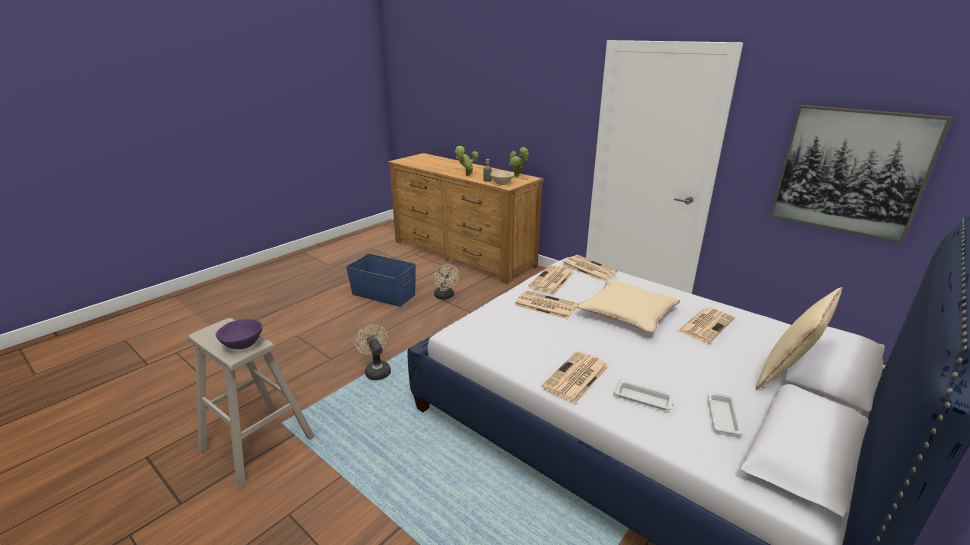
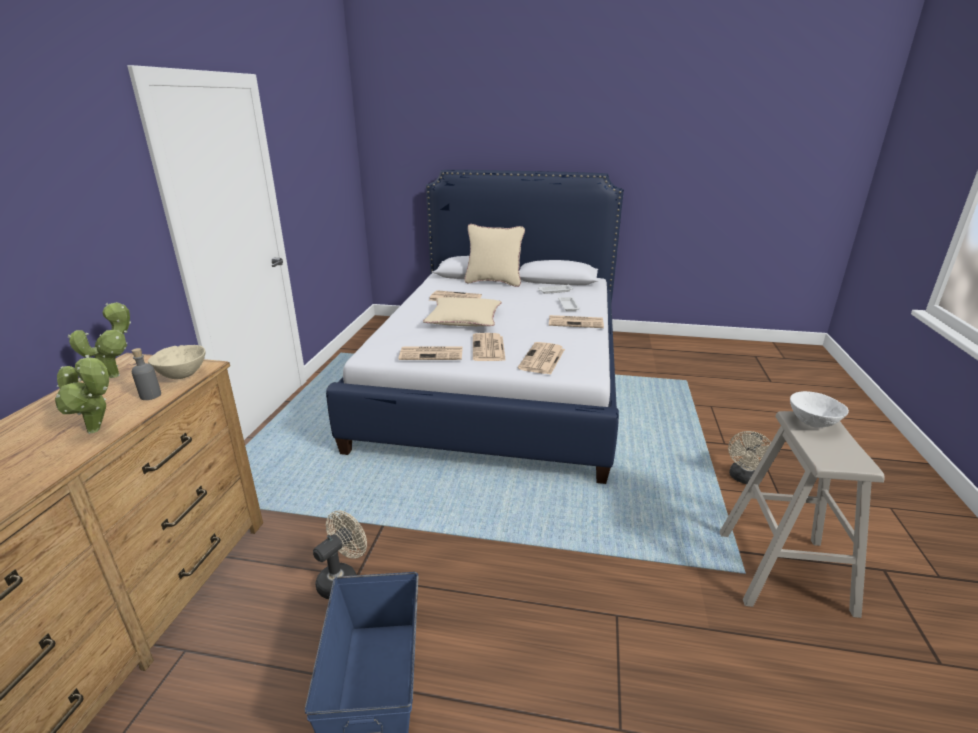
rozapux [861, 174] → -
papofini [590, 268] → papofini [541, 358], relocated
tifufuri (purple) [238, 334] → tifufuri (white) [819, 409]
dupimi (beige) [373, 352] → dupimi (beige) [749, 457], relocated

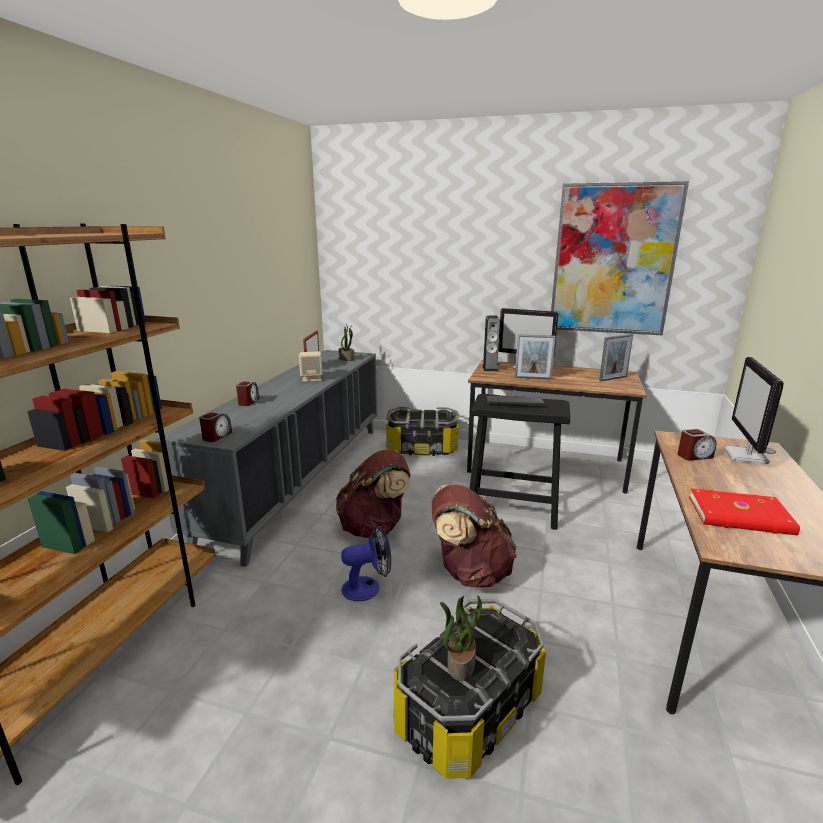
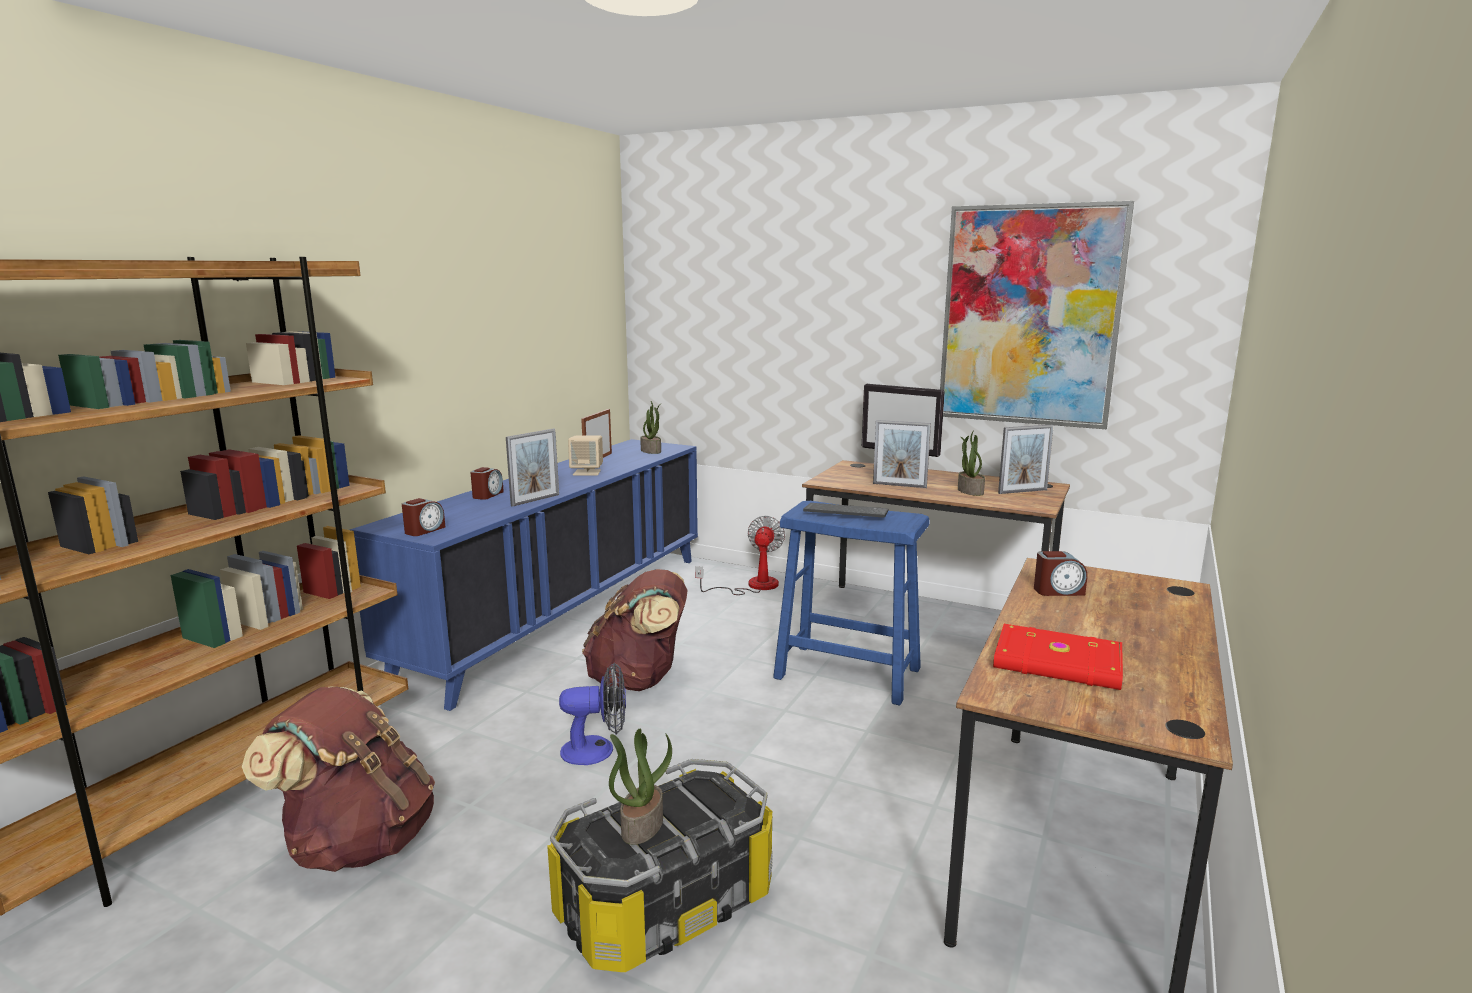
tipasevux [491, 343] → -
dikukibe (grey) [266, 458] → dikukibe (blue) [524, 575]
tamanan [753, 410] → -
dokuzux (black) [519, 462] → dokuzux (blue) [851, 603]
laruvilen [422, 431] → dupimi [740, 555]
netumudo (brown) [474, 535] → netumudo (brown) [338, 779], relocated
- → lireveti [532, 467]
- → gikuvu [971, 463]

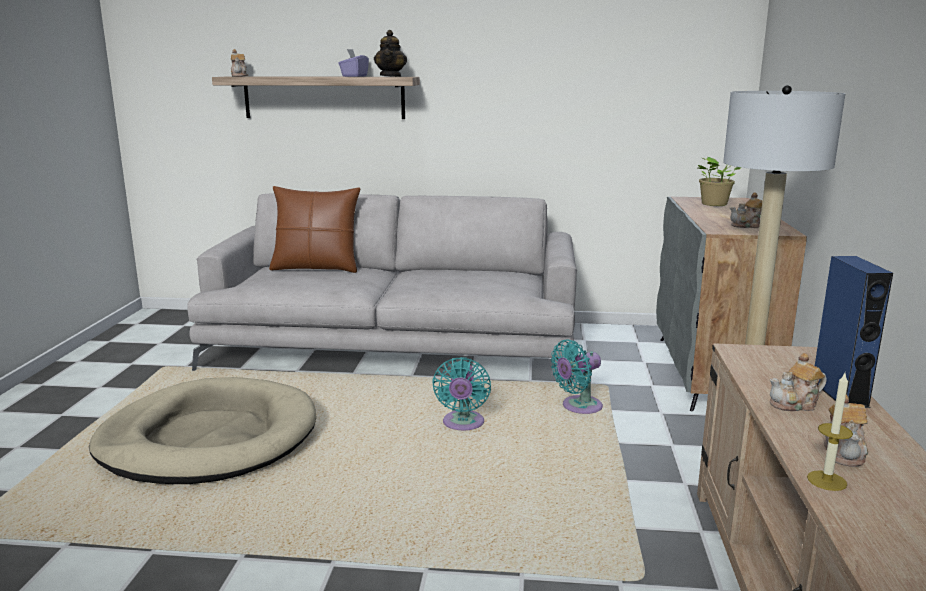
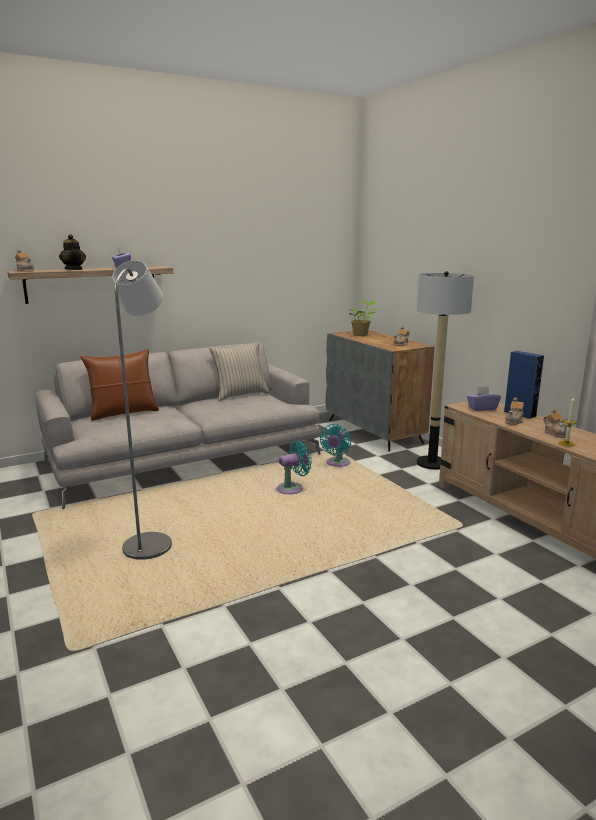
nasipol [390, 53] → nasipol [72, 252], relocated
dupimi (turquoise) [461, 393] → dupimi (turquoise) [294, 467], 90 degrees counterclockwise
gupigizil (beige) [202, 430] → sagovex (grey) [142, 410]
- → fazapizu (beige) [239, 371]
- → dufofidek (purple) [484, 398]

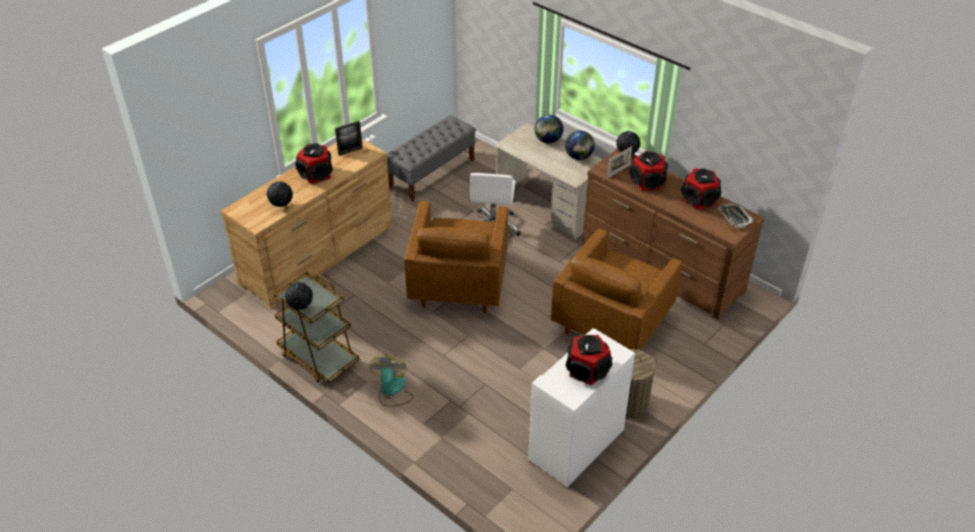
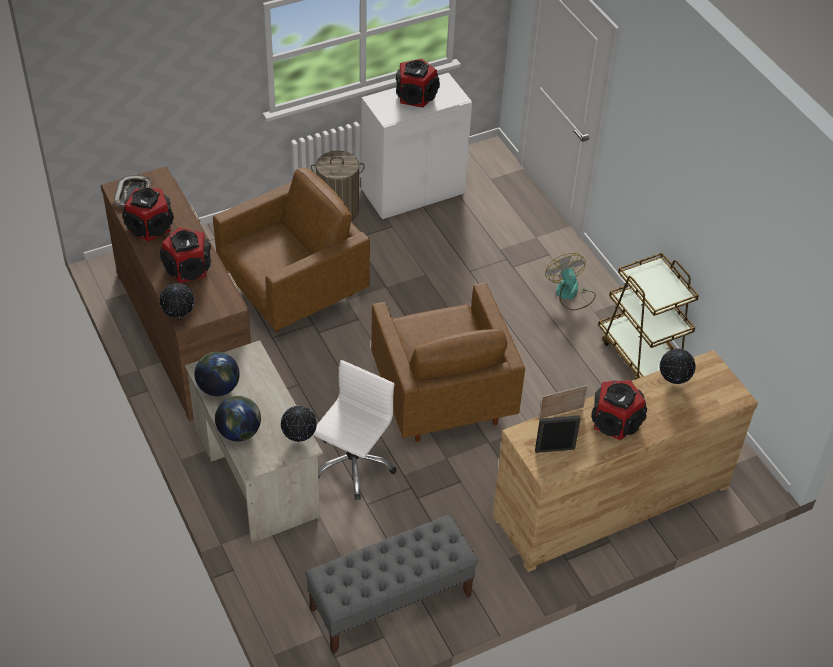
lireveti [619, 162] → lireveti [563, 402], relocated
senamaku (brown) [456, 257] → senamaku (brown) [448, 362], 135 degrees clockwise
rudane [299, 296] → rudane [299, 424], relocated
dupimi [391, 381] → dupimi [570, 281], 135 degrees clockwise

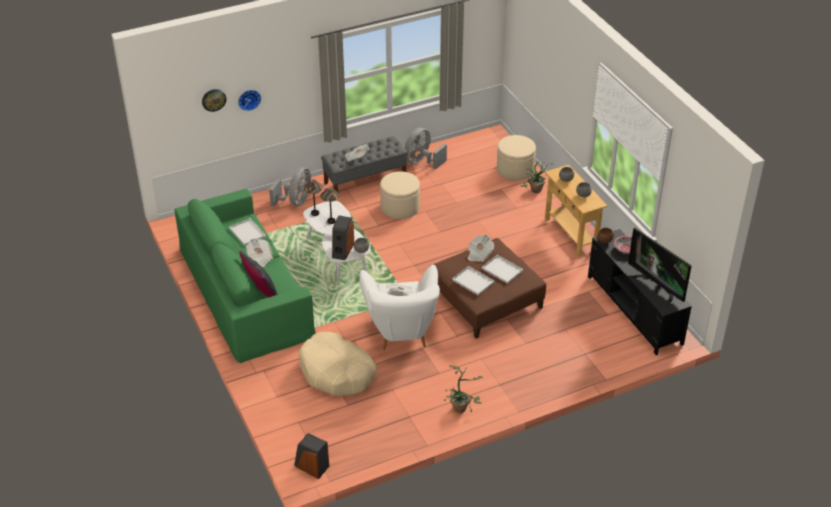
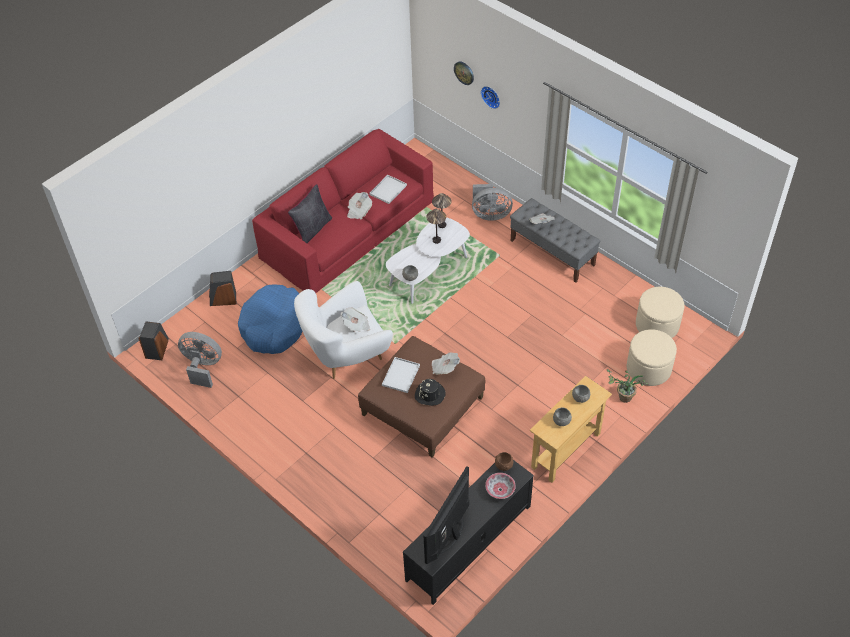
dupimi (grey) [425, 148] → dupimi (grey) [200, 360], relocated
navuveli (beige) [400, 195] → navuveli (beige) [660, 312], relocated
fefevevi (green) [245, 276] → fefevevi (red) [343, 211]
tipasevux [343, 238] → tipasevux [222, 288], relocated
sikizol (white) [502, 269] → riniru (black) [430, 392]
gupigizil (beige) [338, 364] → gupigizil (blue) [270, 319]
gikuvu [463, 389] → -

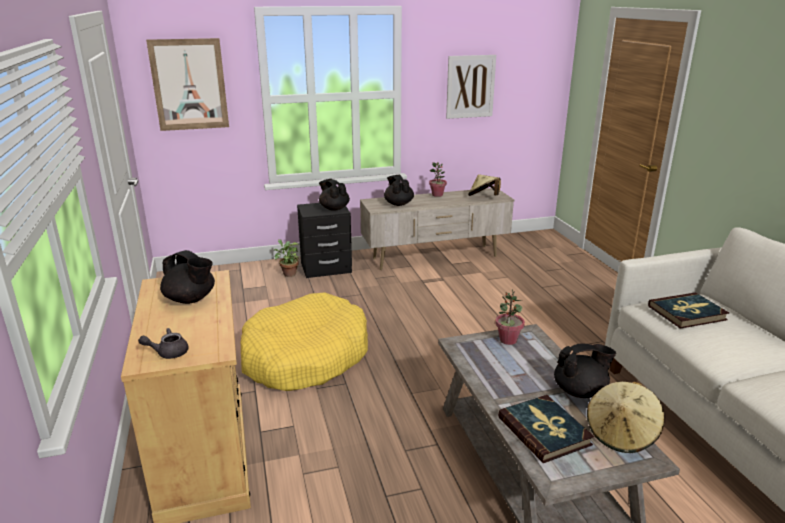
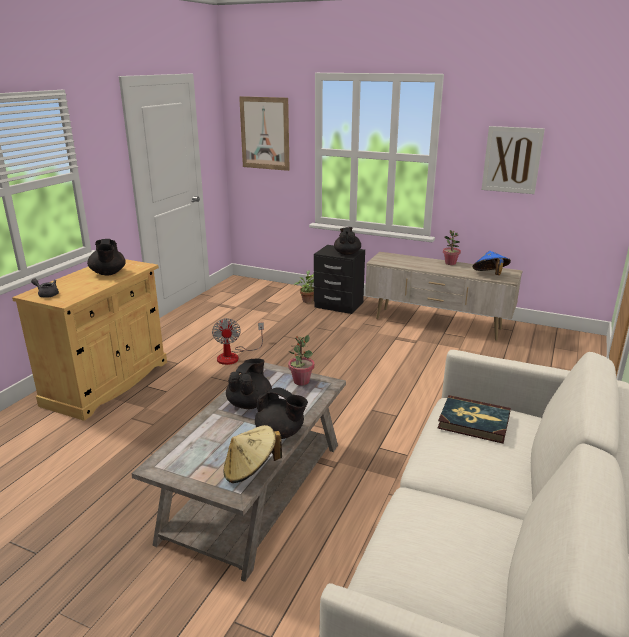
riniru (beige) [484, 185] → riniru (blue) [491, 263]
nasipol (black) [399, 190] → nasipol (black) [249, 384], relocated
gupigizil (yellow) [304, 341] → dupimi [238, 341]
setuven [546, 429] → -

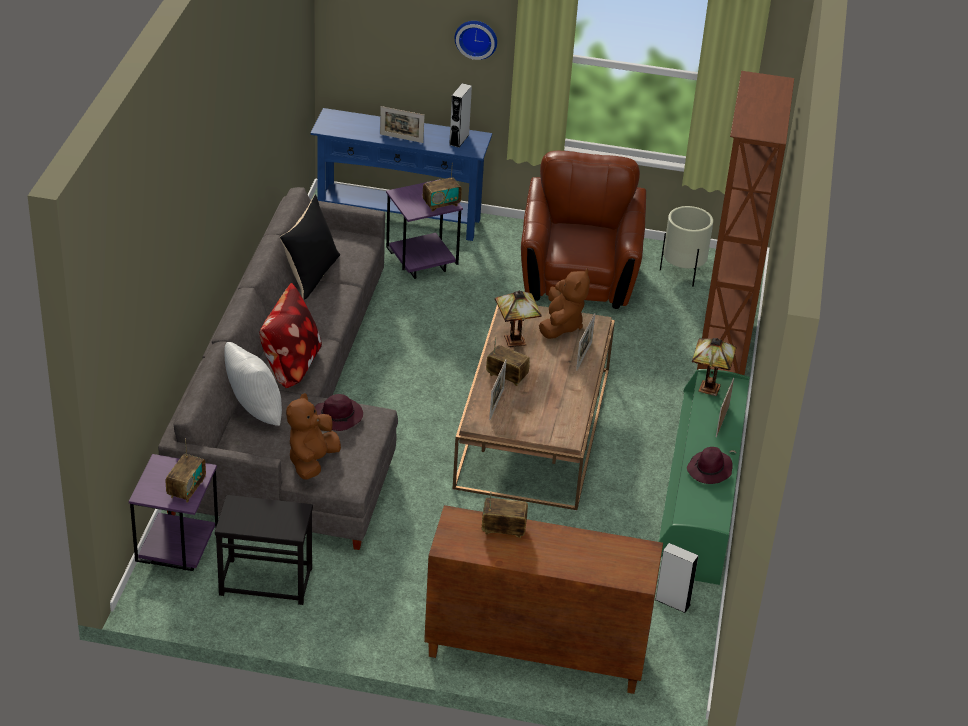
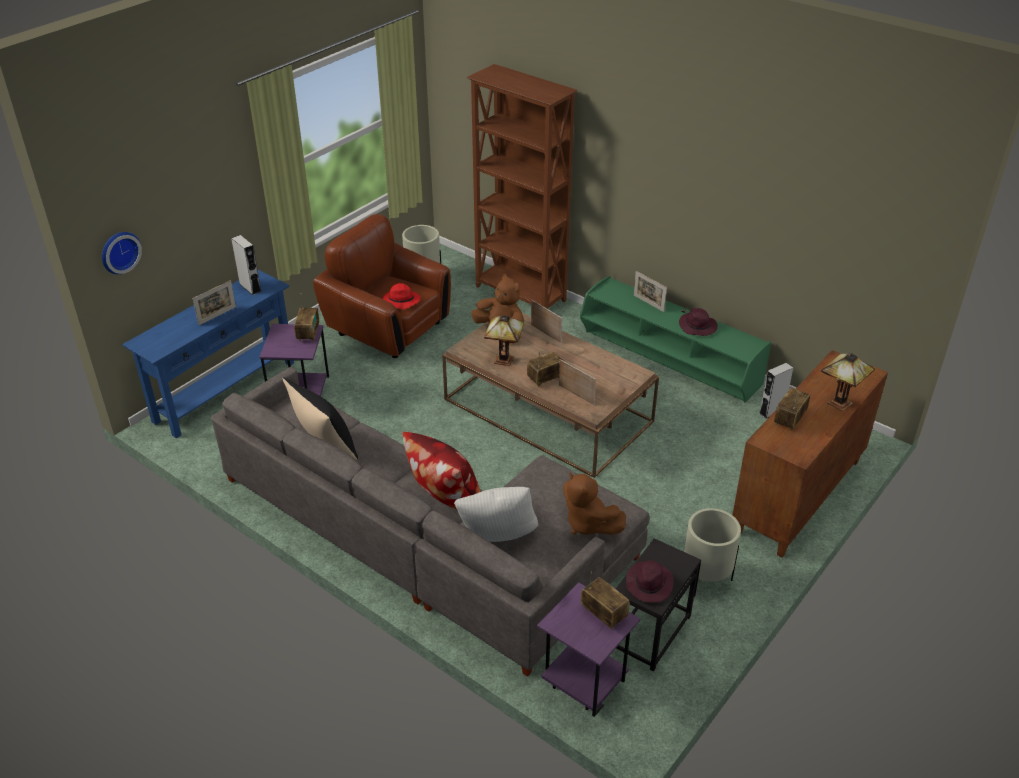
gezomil [476, 40] → gezomil [122, 253], relocated
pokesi [714, 367] → pokesi [848, 382], relocated
riniru (purple) [339, 412] → riniru (purple) [650, 581], relocated
- → riniru (red) [401, 296]
- → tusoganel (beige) [712, 552]

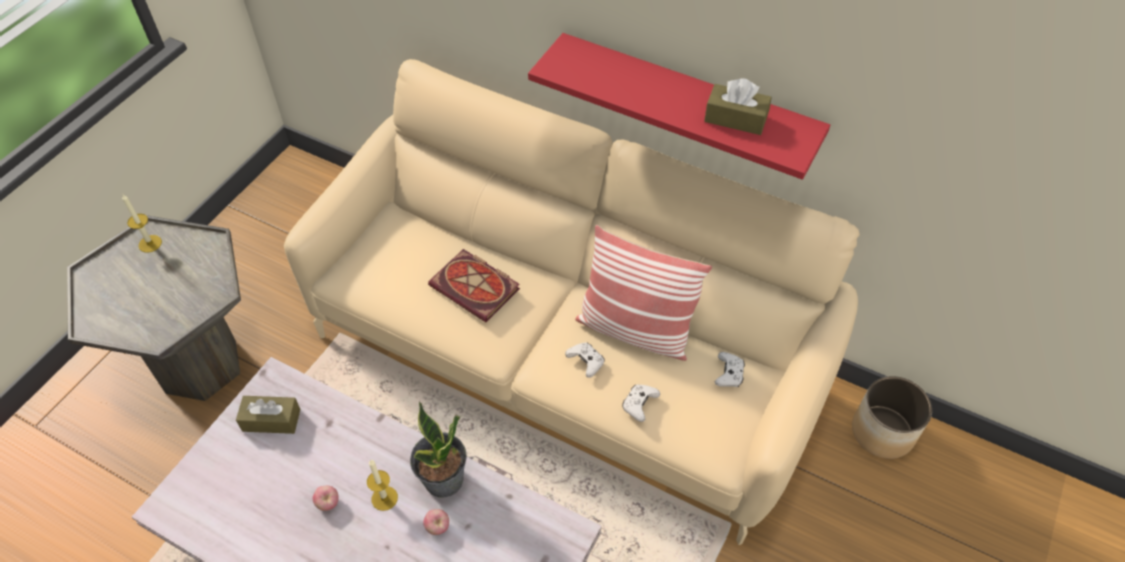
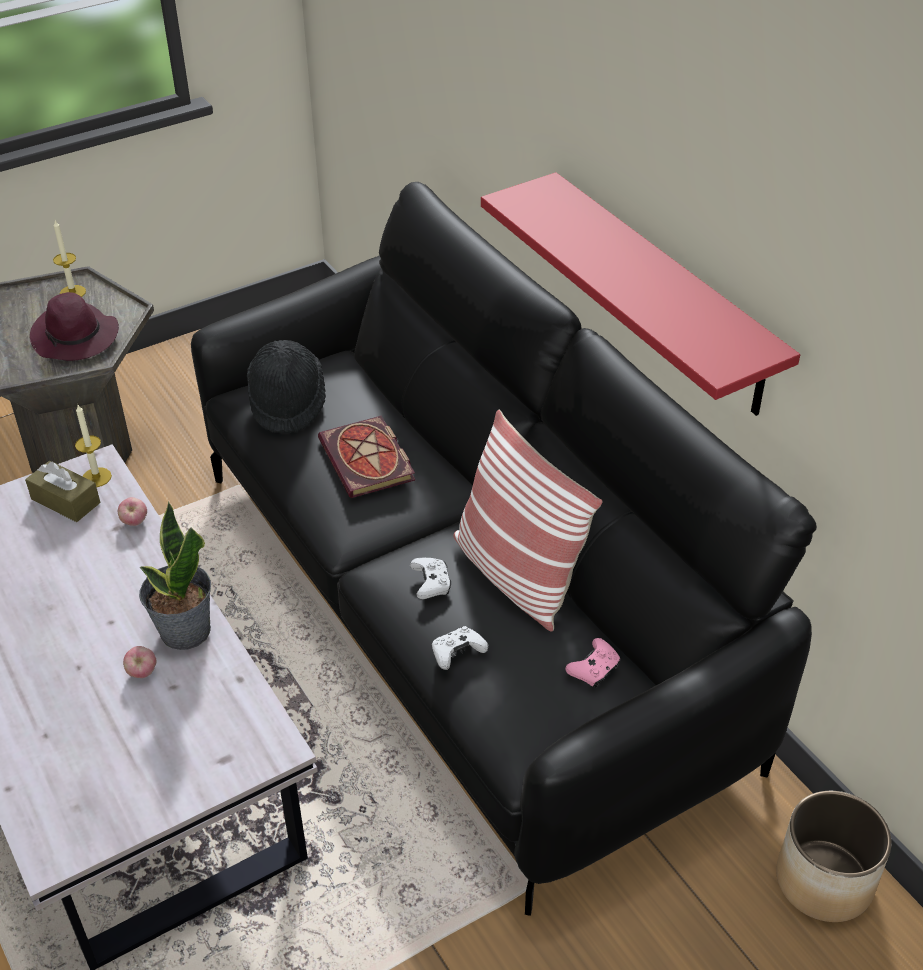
fefevevi (beige) [572, 302] → fefevevi (black) [504, 549]
dufofidek (brown) [738, 106] → -
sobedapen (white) [730, 369] → sobedapen (pink) [593, 663]
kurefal [382, 485] → kurefal [93, 446], relocated
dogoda [326, 498] → dogoda [132, 511], relocated
- → riniru (purple) [74, 326]
- → riniru (black) [286, 387]

